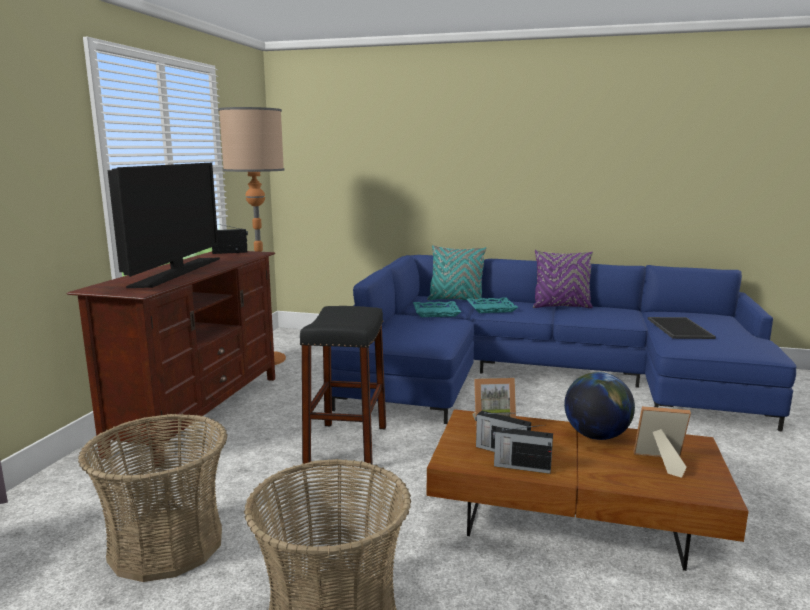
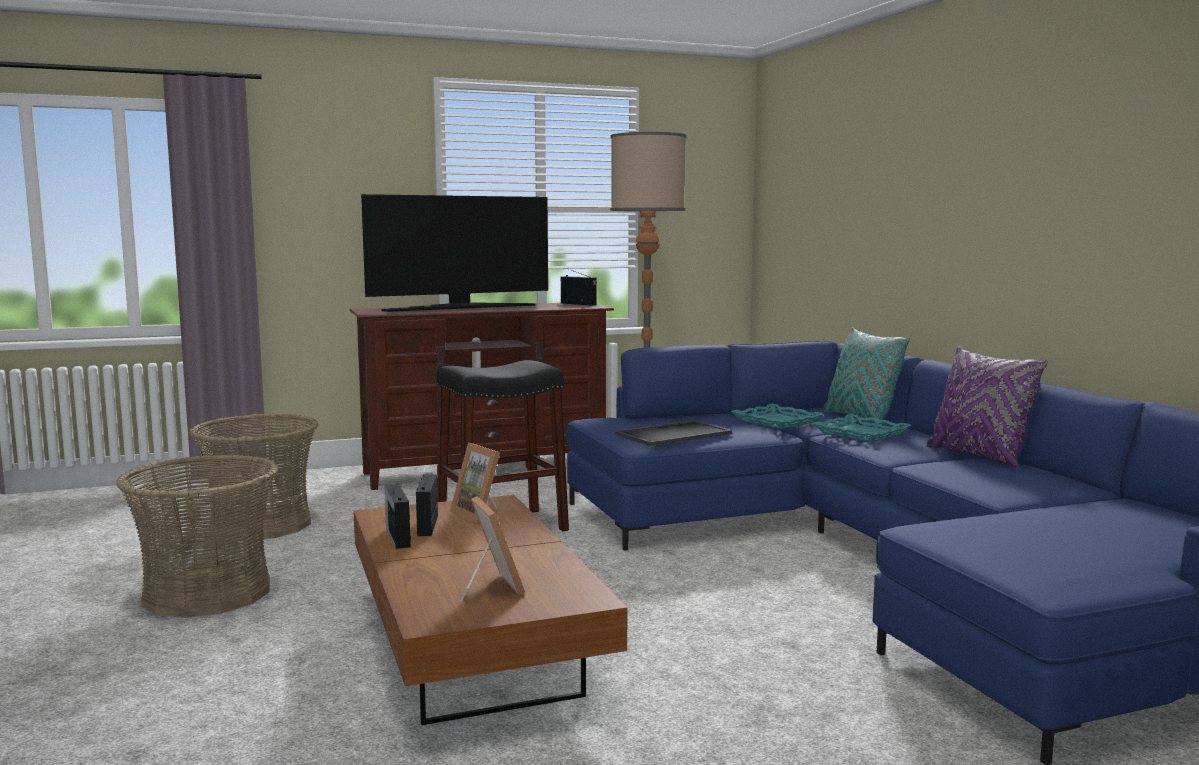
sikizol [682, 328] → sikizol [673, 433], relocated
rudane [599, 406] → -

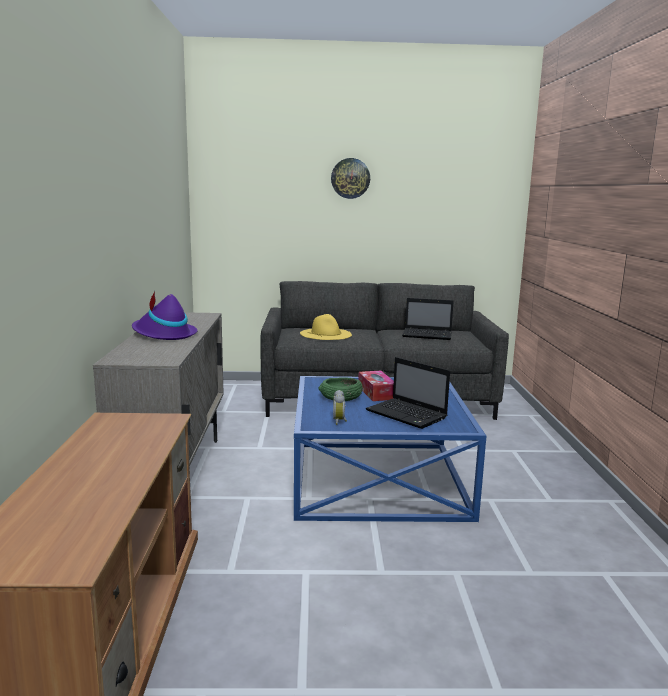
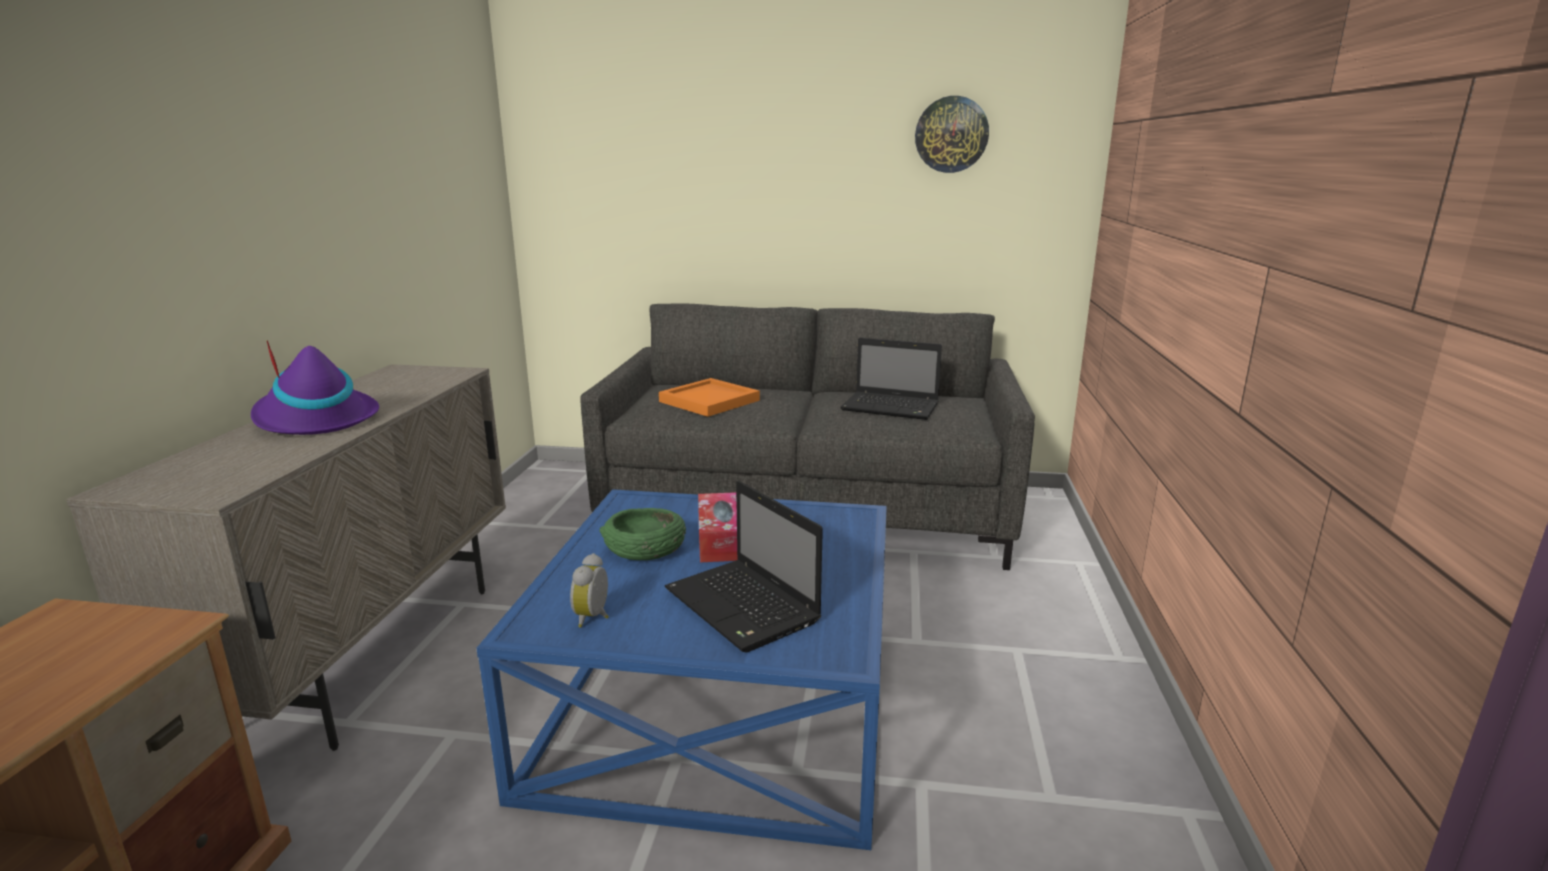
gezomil [350, 178] → gezomil [952, 134], relocated
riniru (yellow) [326, 327] → sikizol (orange) [709, 397]

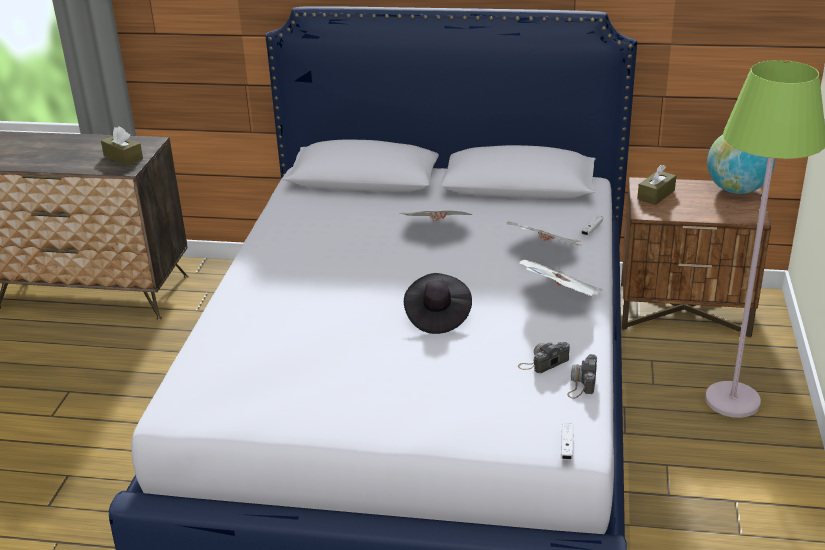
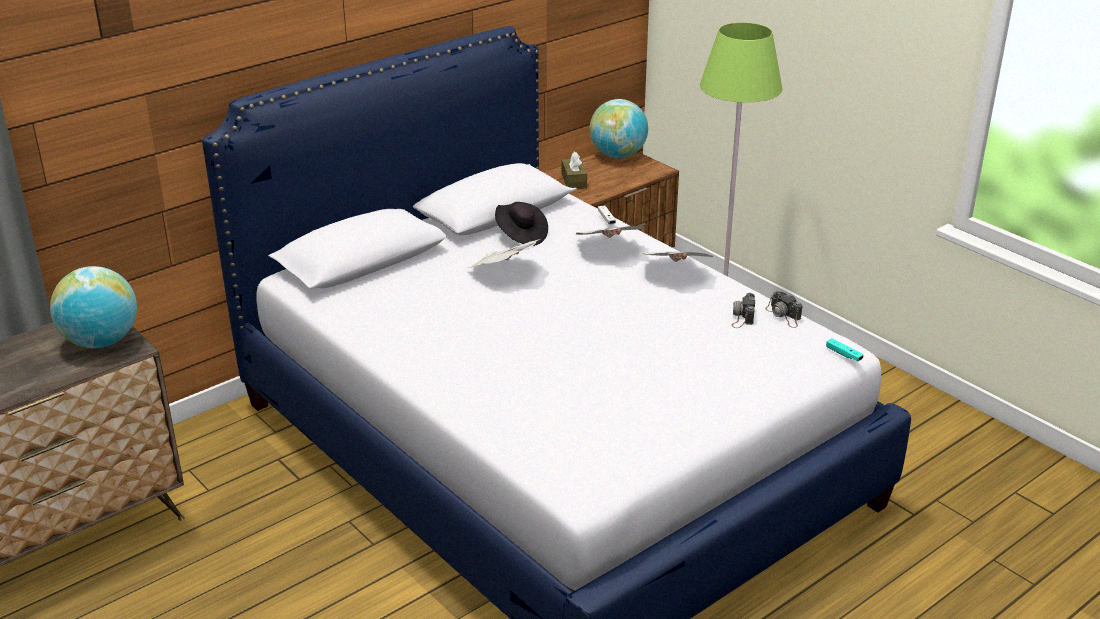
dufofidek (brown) [122, 146] → rudane [93, 307]
riniru (black) [438, 303] → riniru (black) [521, 224], relocated
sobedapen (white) [567, 441] → sobedapen (turquoise) [845, 349]

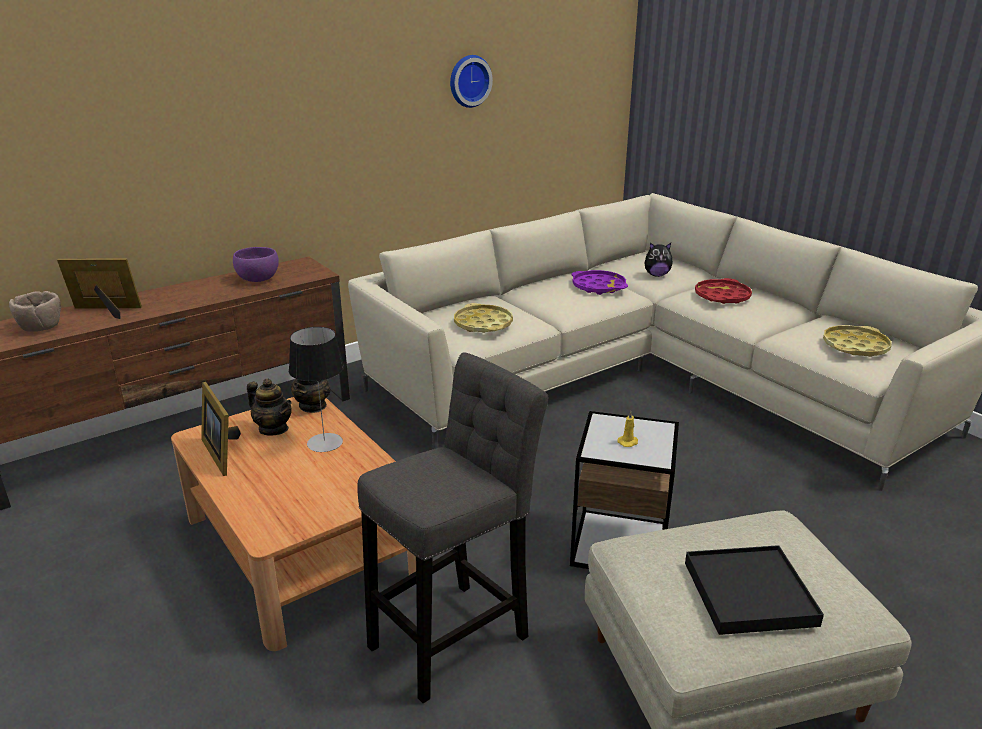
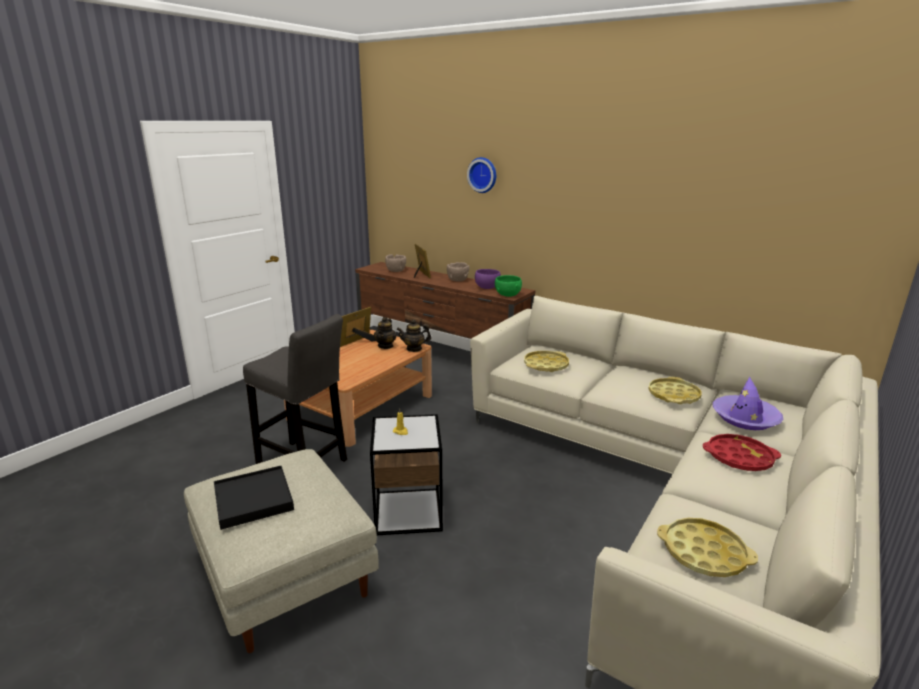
gezomil [471, 81] → gezomil [481, 175], relocated
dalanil [659, 260] → riniru (purple) [748, 403]
sikizol (purple) [600, 282] → sikizol (yellow) [674, 390]
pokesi [316, 389] → -
- → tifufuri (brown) [458, 272]
- → tifufuri (green) [508, 286]

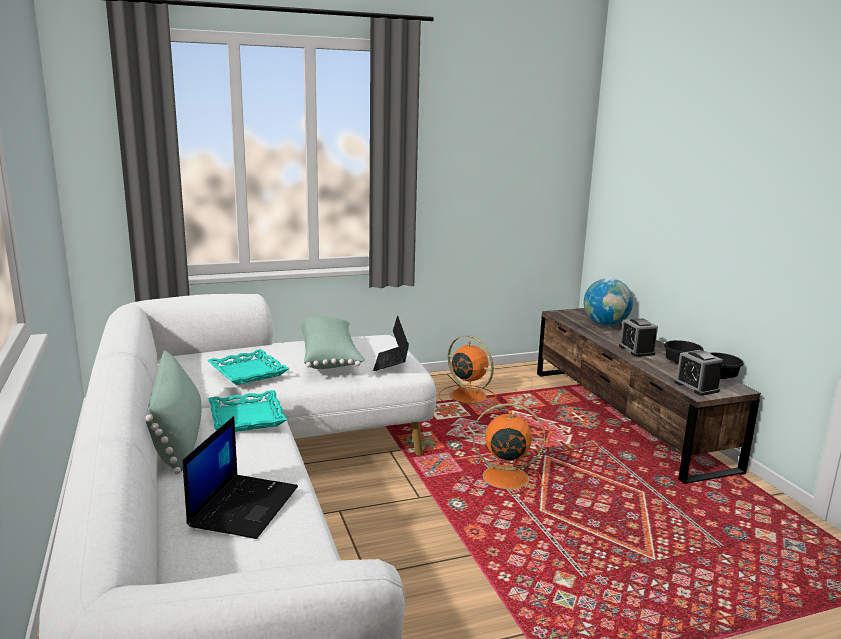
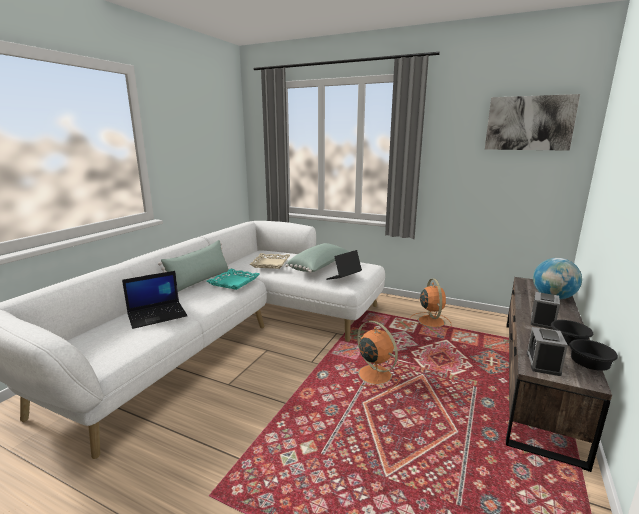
sikizol (turquoise) [248, 367] → sikizol (beige) [270, 261]
- → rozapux [532, 122]

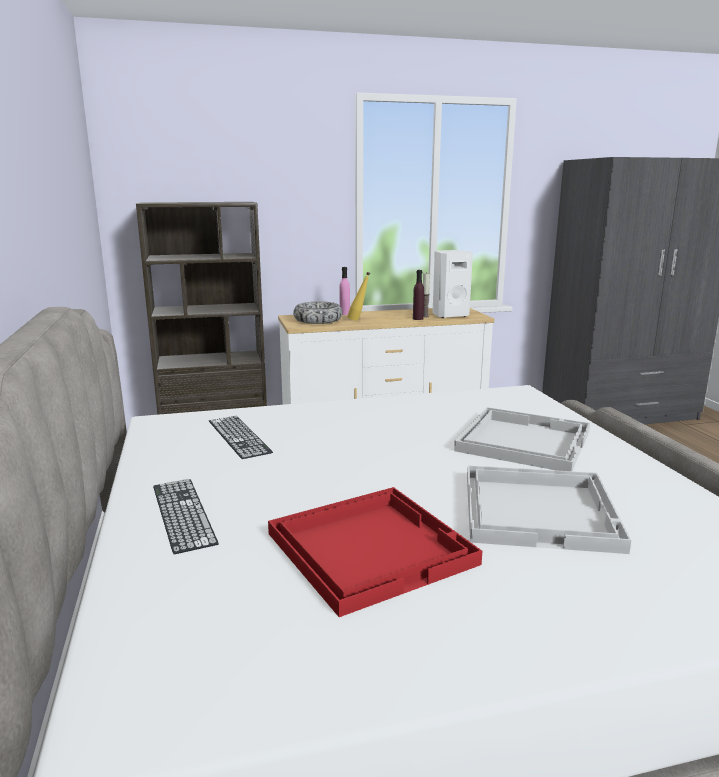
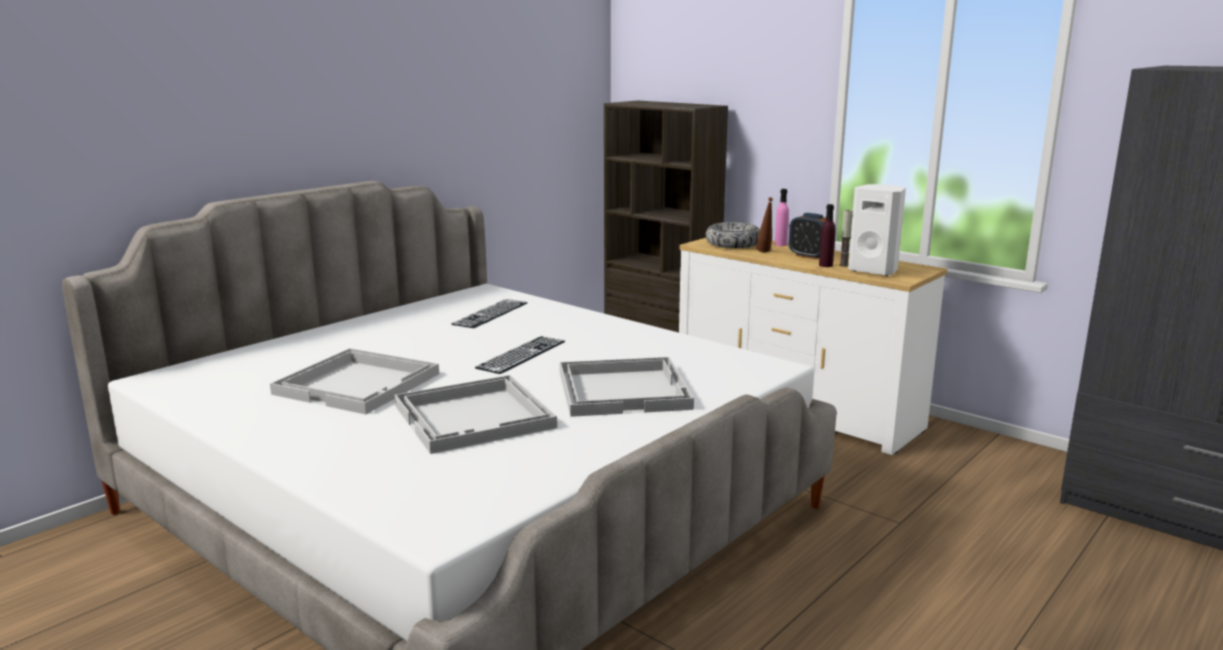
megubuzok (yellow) [358, 296] → megubuzok (brown) [765, 225]
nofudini [186, 516] → nofudini [520, 355], relocated
sikizol (red) [375, 552] → sikizol (white) [354, 381]
- → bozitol [807, 236]

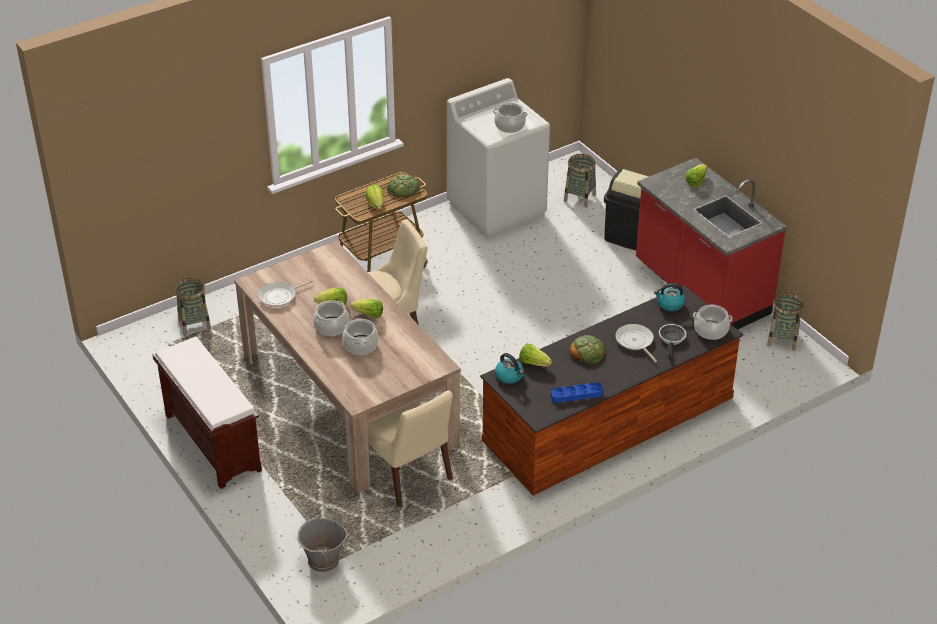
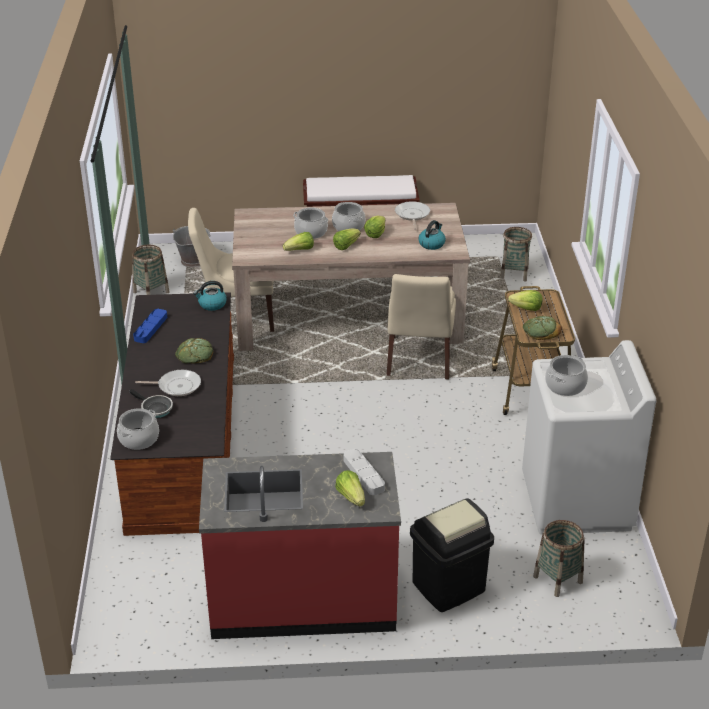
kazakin [669, 297] → kazakin [432, 235], relocated
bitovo [785, 321] → bitovo [151, 270], relocated
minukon [535, 355] → minukon [298, 241], relocated
- → sikizol (grey) [364, 472]

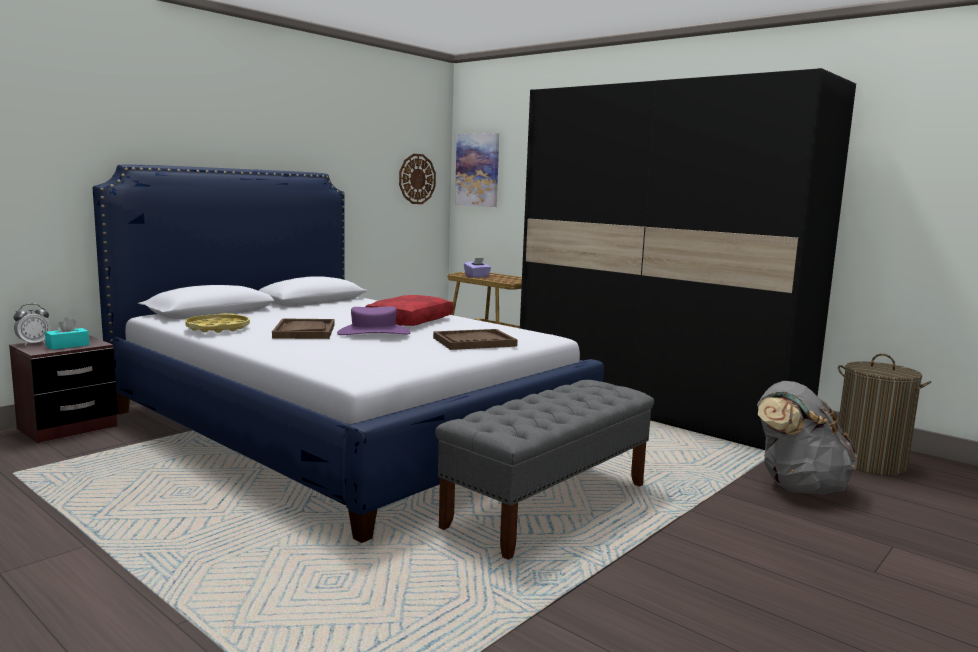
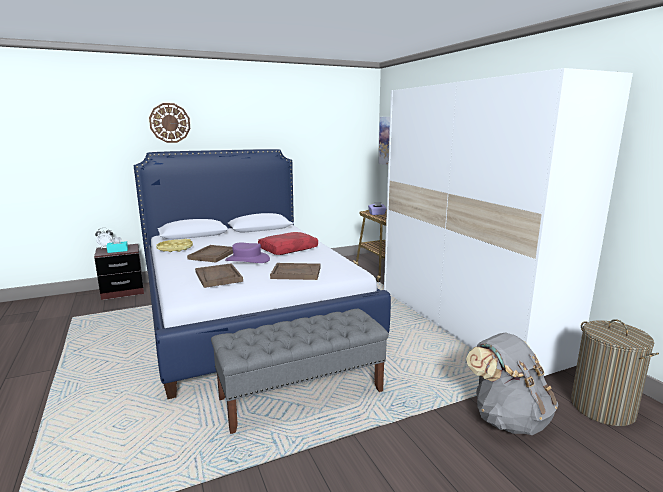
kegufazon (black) [688, 259] → kegufazon (white) [508, 222]
gezomil [417, 179] → gezomil [169, 123], relocated
- → sikizol (brown) [219, 275]

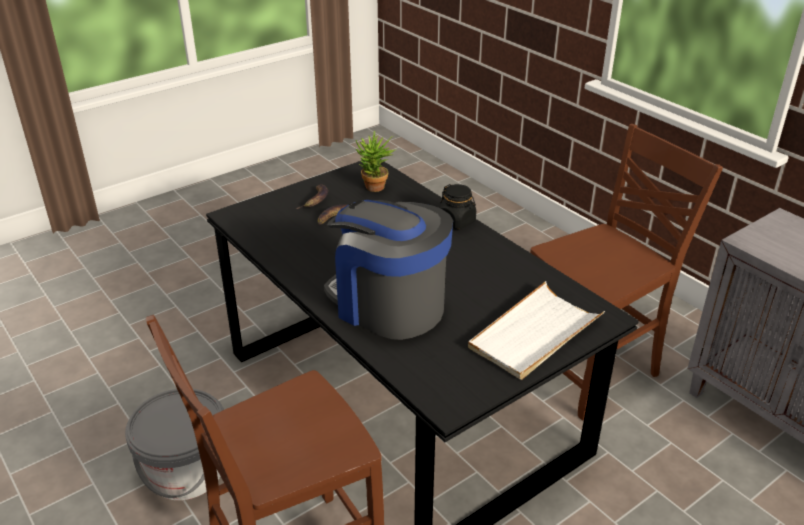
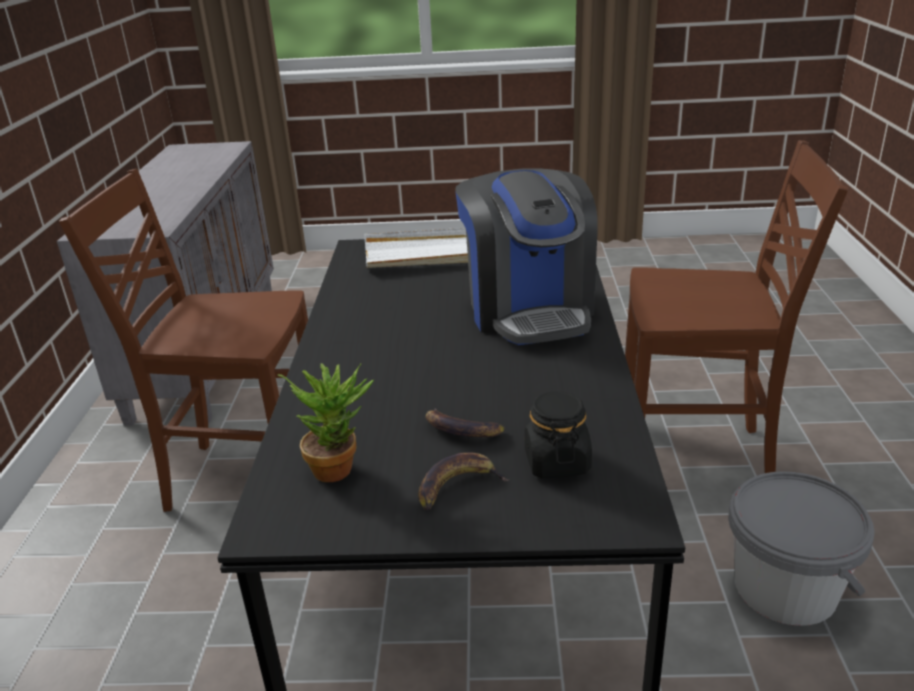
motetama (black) [457, 206] → motetama (black) [558, 434], relocated

